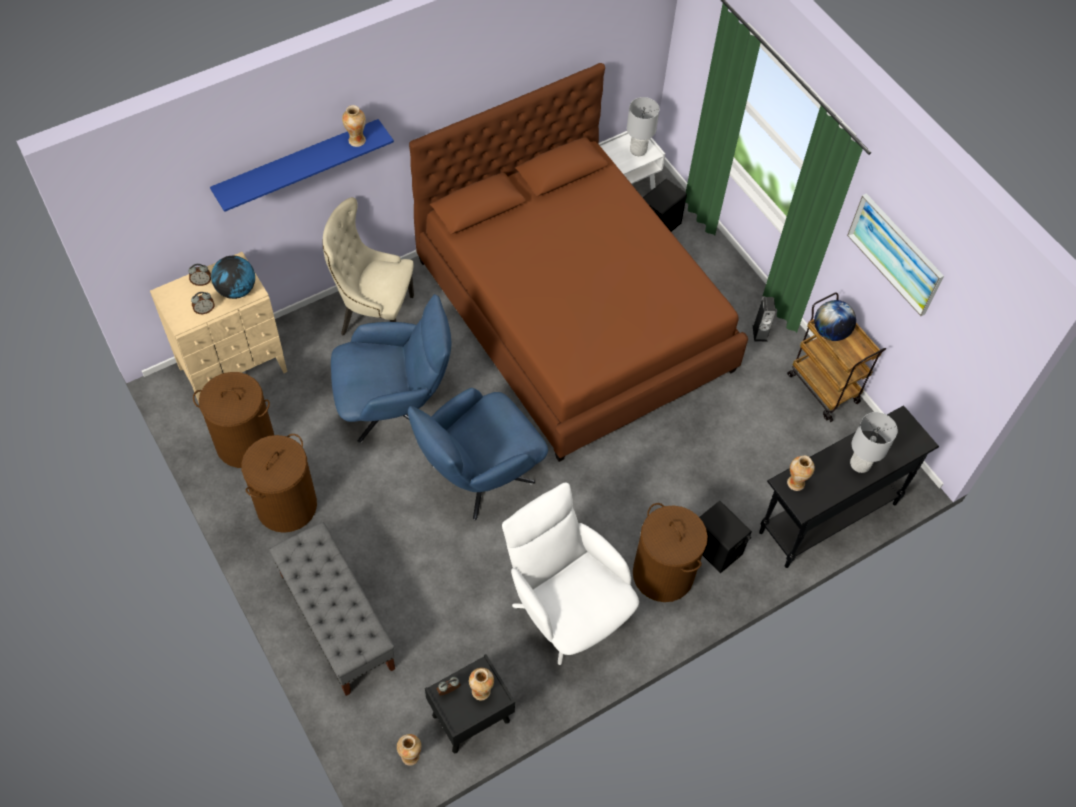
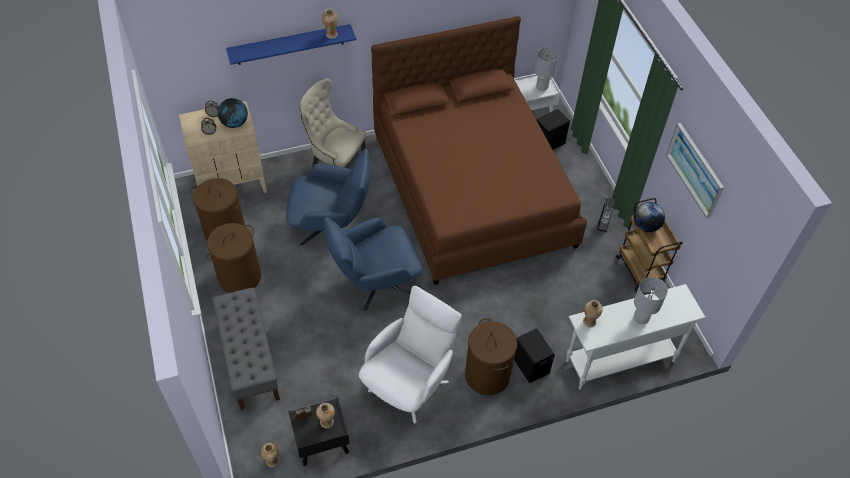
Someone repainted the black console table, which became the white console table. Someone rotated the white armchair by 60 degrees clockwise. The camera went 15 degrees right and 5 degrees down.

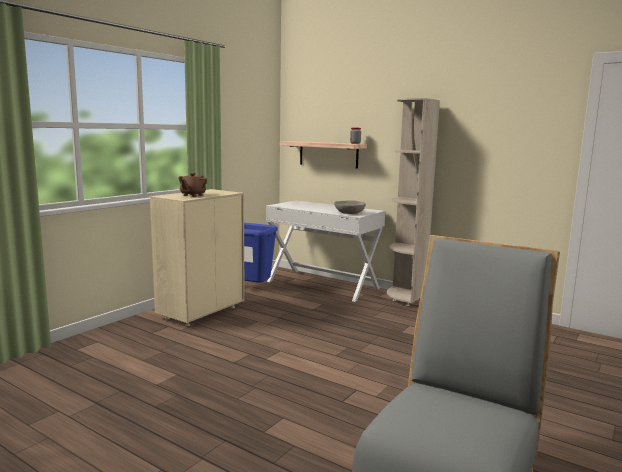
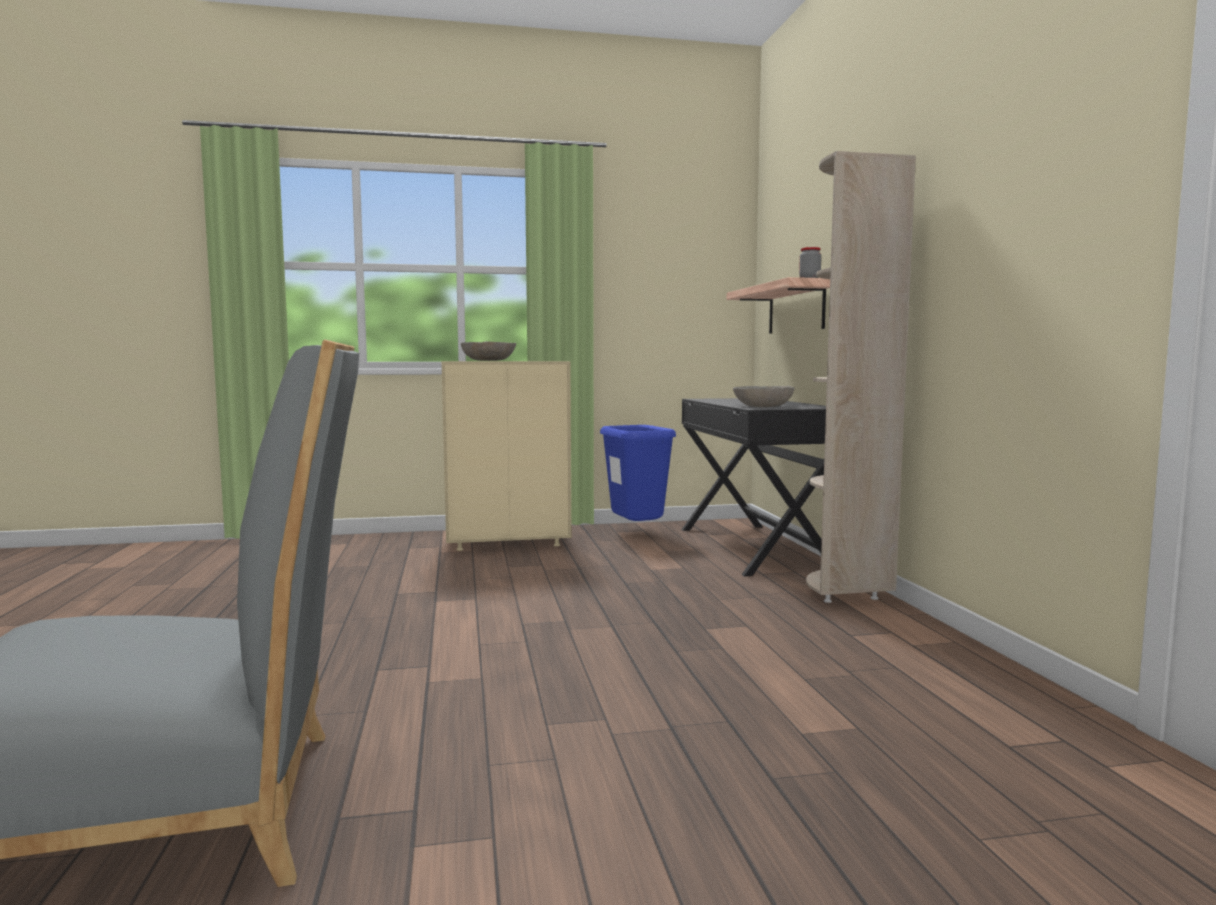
Someone swapped the brown teapot for the grey bowl (1st from left). Someone repainted the white console table, which became the black console table. The camera went 45 degrees right and 5 degrees down.

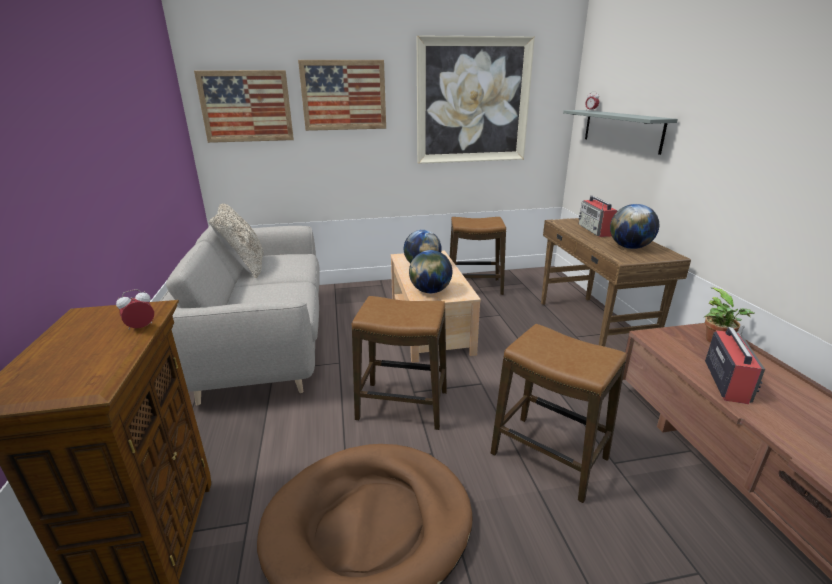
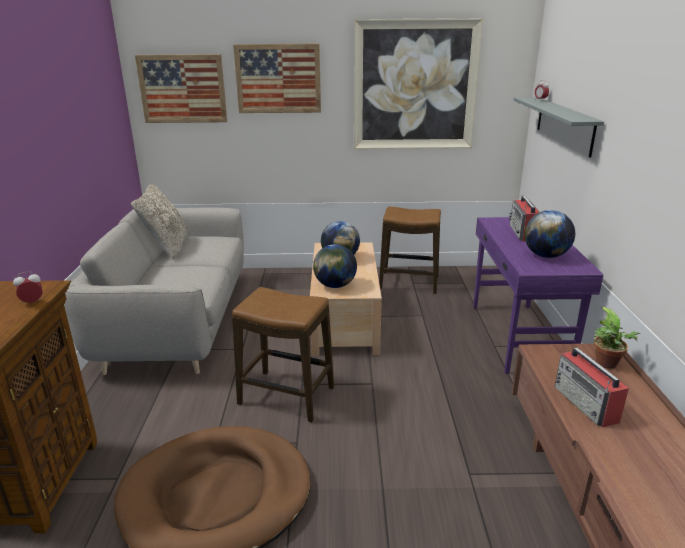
Someone took away the stool (3rd from left). Someone repainted the brown console table, which became the purple console table. Someone rotated the radio (2nd from left) by 135 degrees clockwise. The camera went 10 degrees right and 0 degrees up.

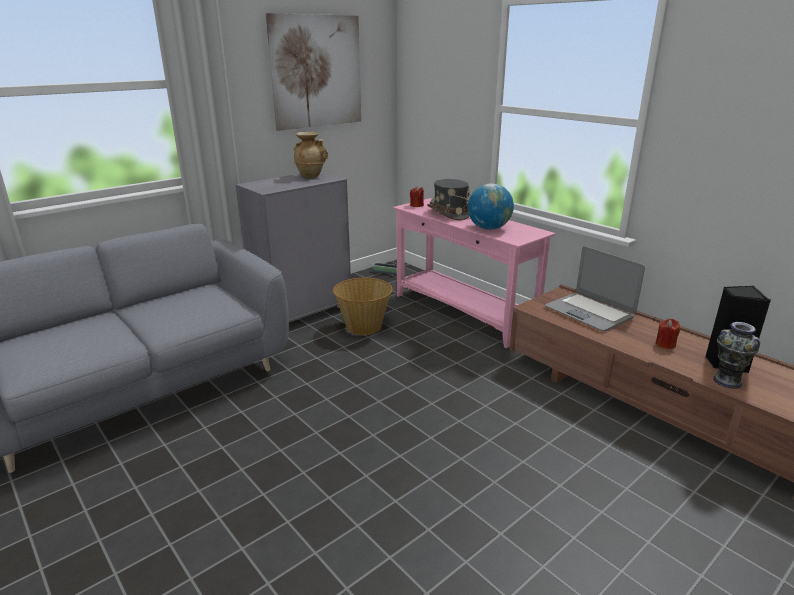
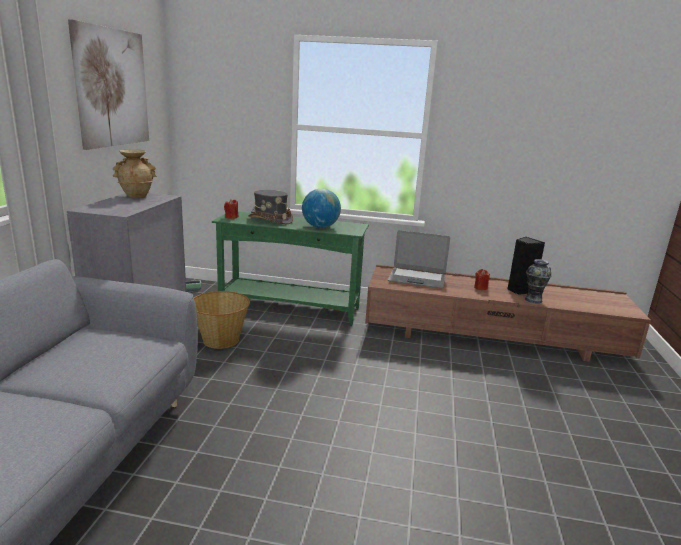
Someone repainted the pink console table, which became the green console table. The camera went 40 degrees left and 5 degrees down.

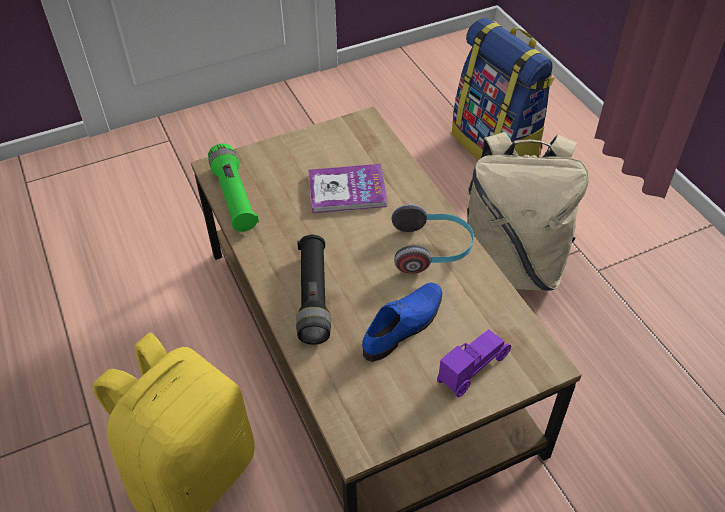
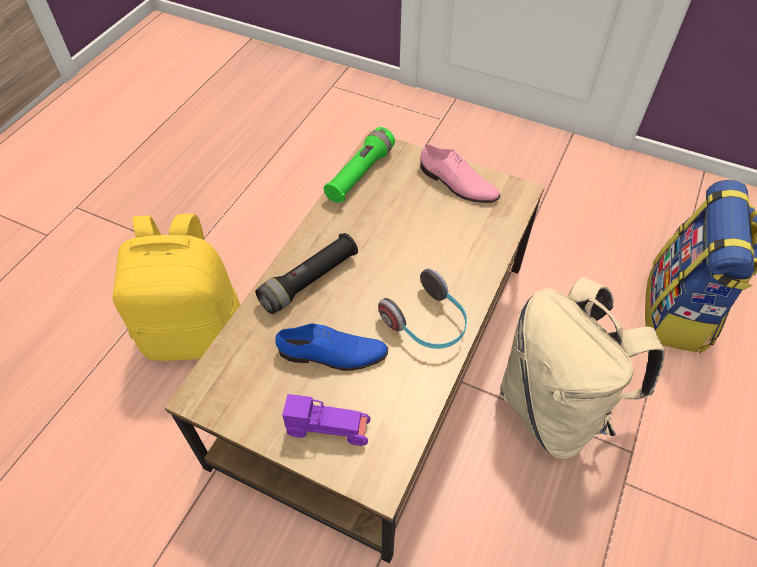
Someone took away the book. Someone put down the pink shoe. The camera went 50 degrees right and 5 degrees up.

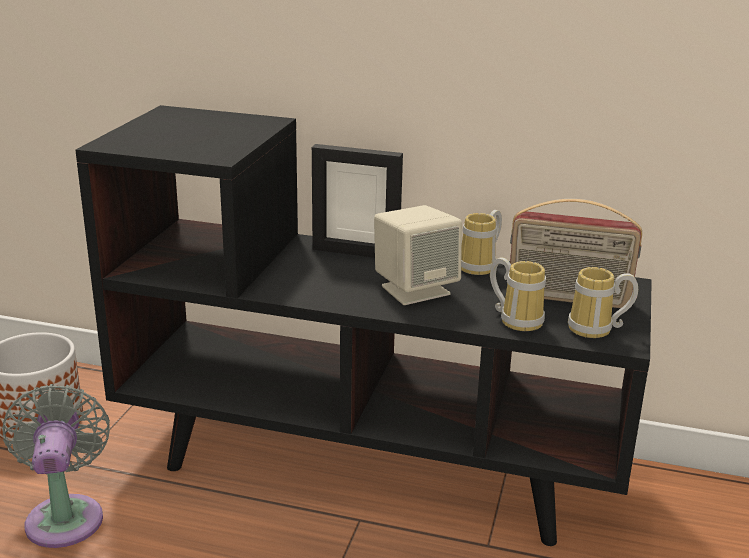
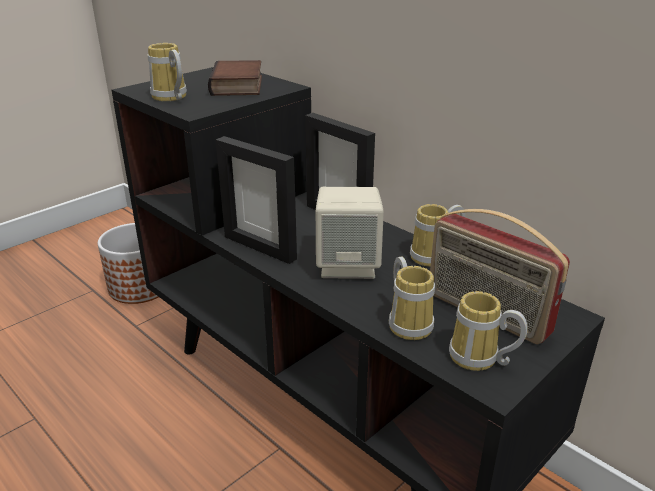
Someone took away the grey fan. Someone put down the mug (1st from left). Someone put down the book. Someone put down the picture frame (1st from left). The camera went 30 degrees right and 5 degrees up.

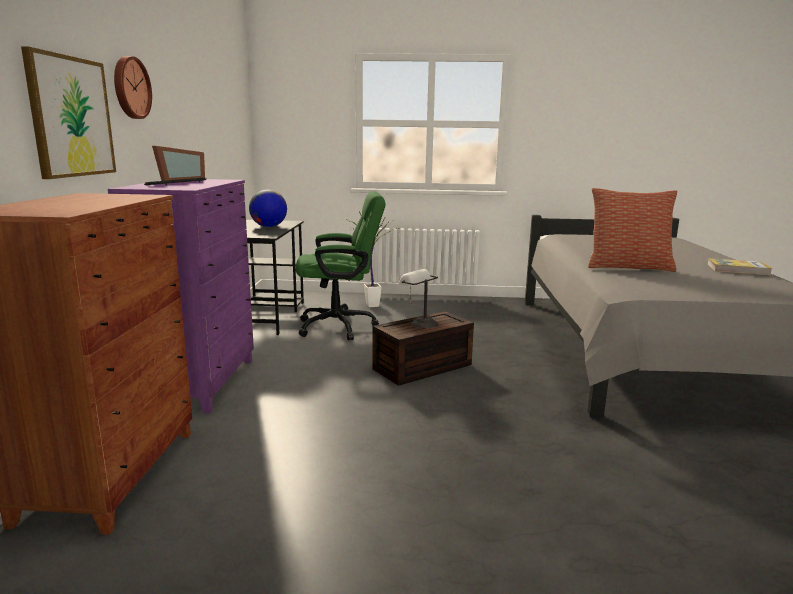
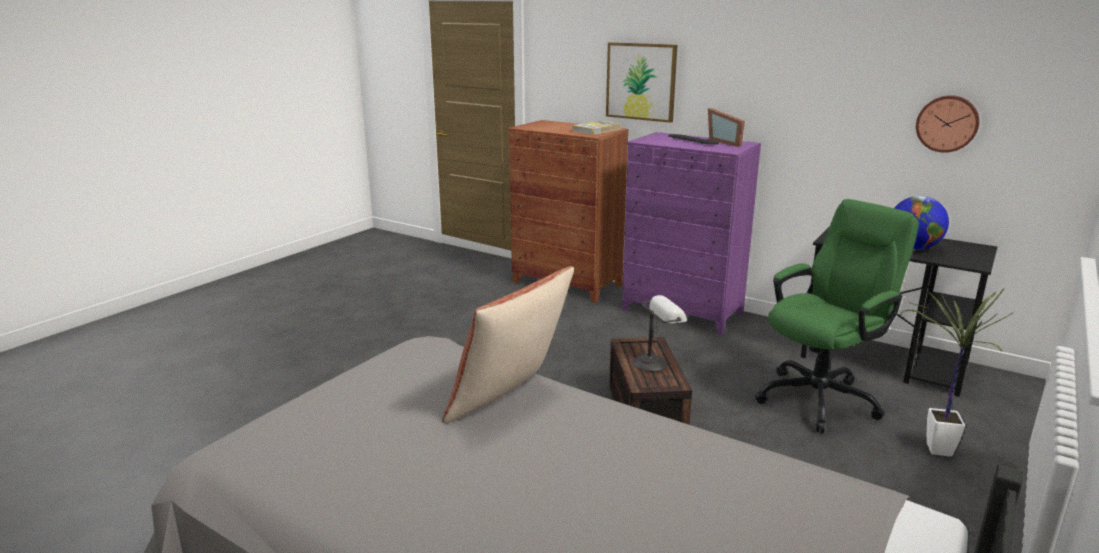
Someone carried the wall clock. Someone carried the book. Someone rotated the green office chair by 150 degrees counterclockwise. The camera went 120 degrees right and 5 degrees up.

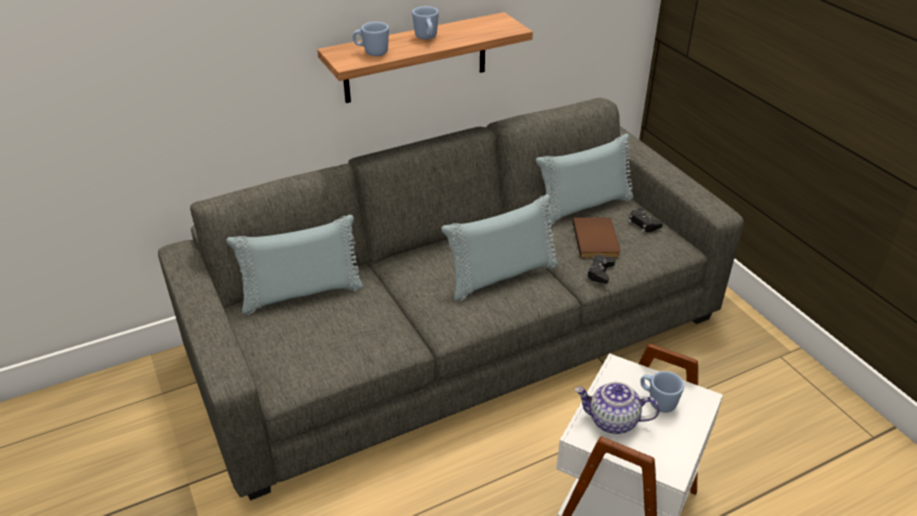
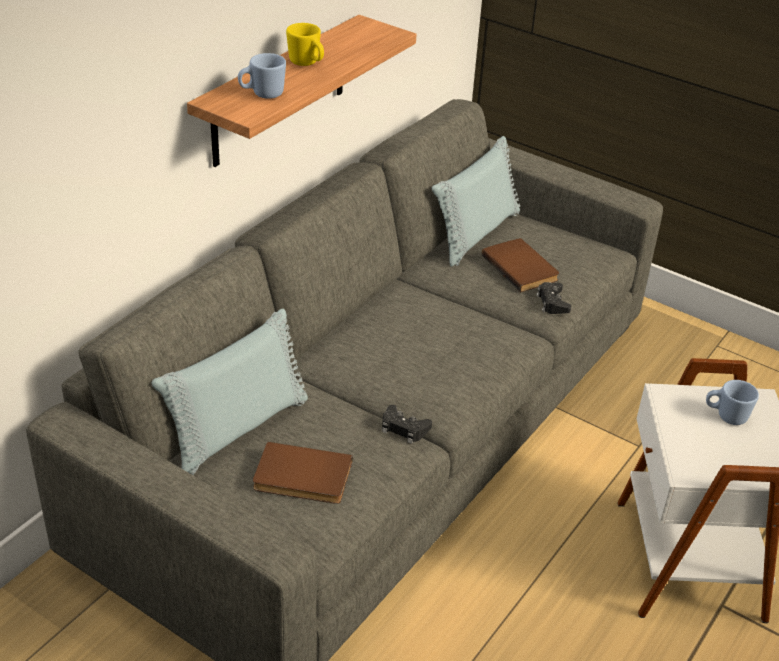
Someone took away the blue pillow (2nd from left). Someone took away the teapot. Someone put down the brown book (1st from left). Someone carried the black game controller (2nd from left in the first image). Someone repainted the blue mug (2nd from left), which became the yellow mug. The camera went 30 degrees left and 0 degrees up.

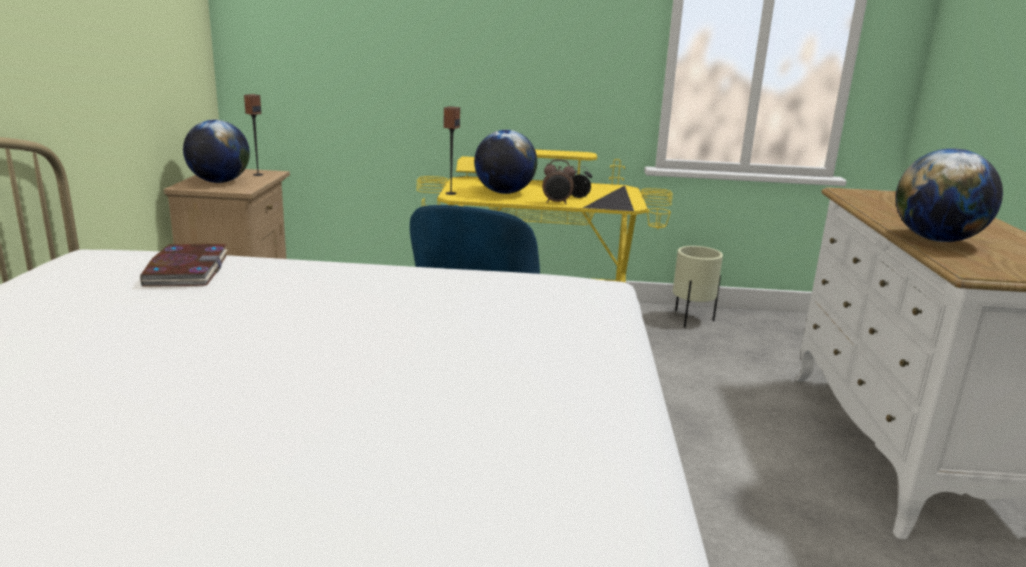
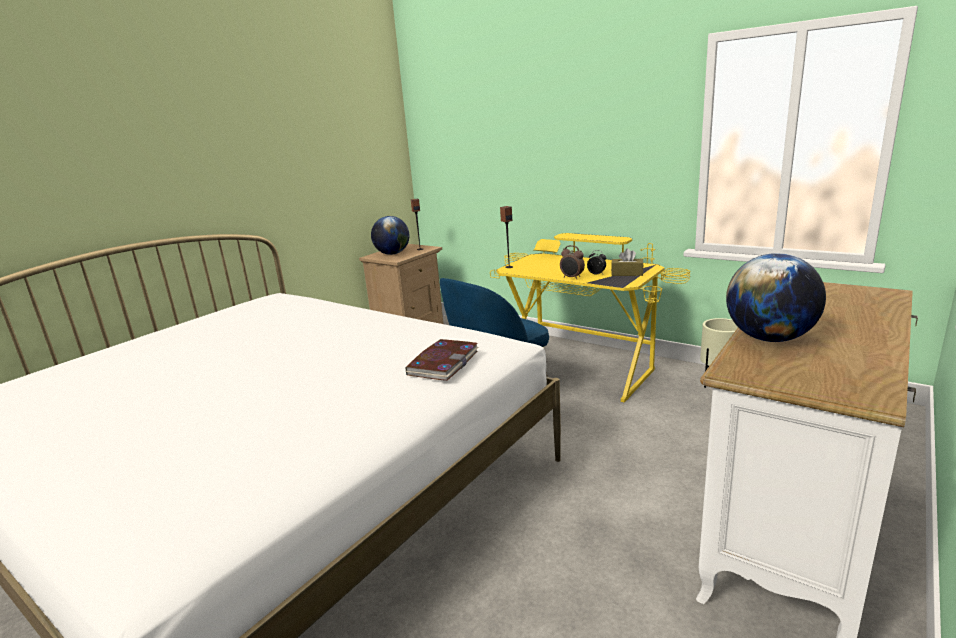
Someone took away the globe (2nd from left). Someone put down the brown tissue box. Someone carried the book. The camera went 35 degrees right and 0 degrees up.

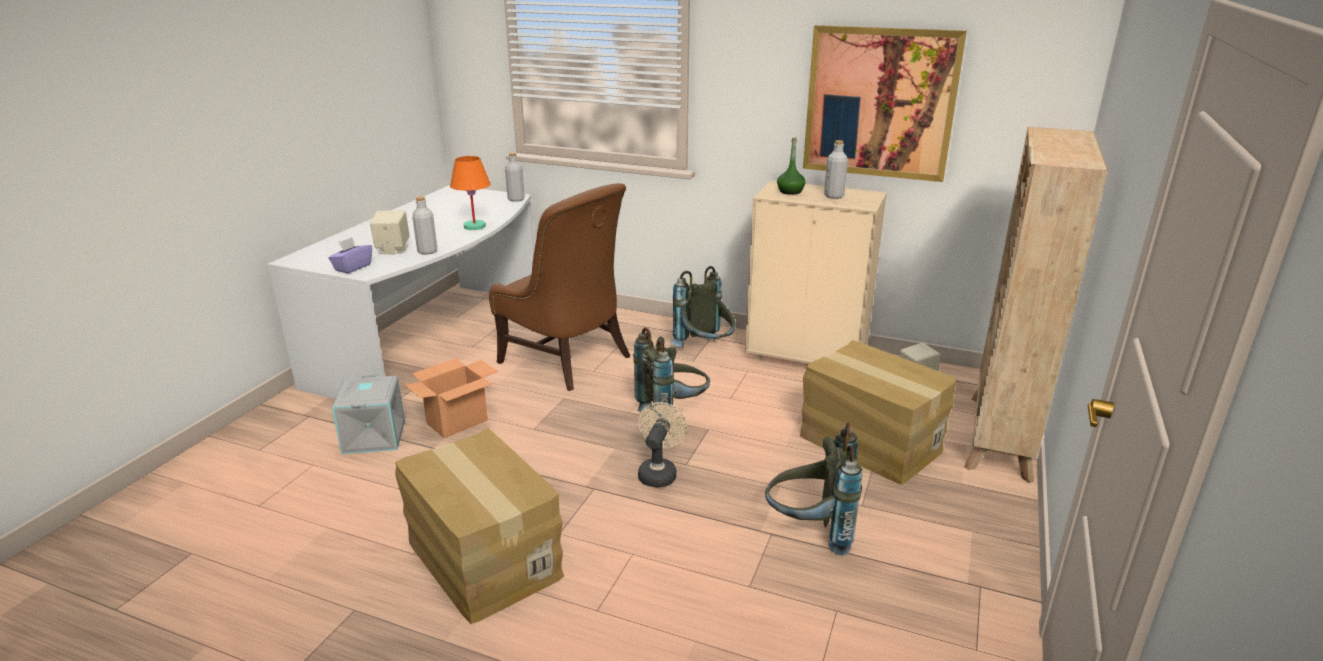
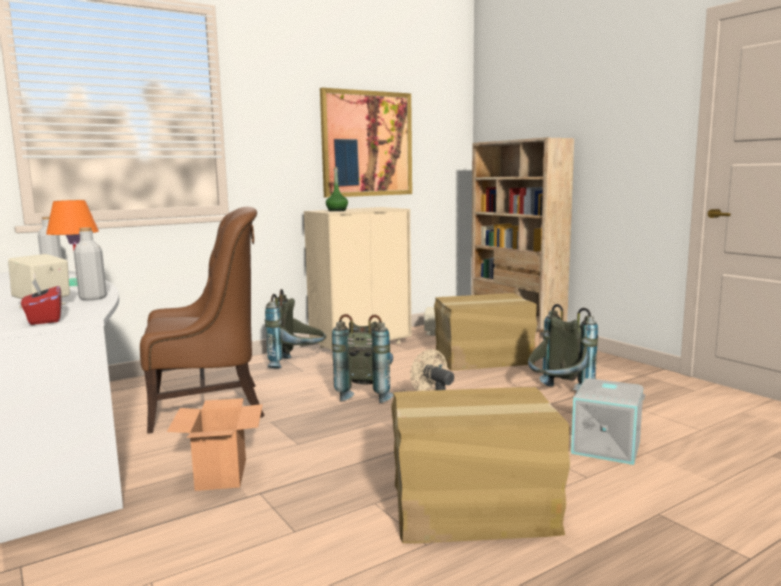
Someone took away the grey bottle (3rd from left). Someone carried the grey storage box. Someone repainted the purple tissue box, which became the red tissue box. The camera went 55 degrees left and 15 degrees down.

